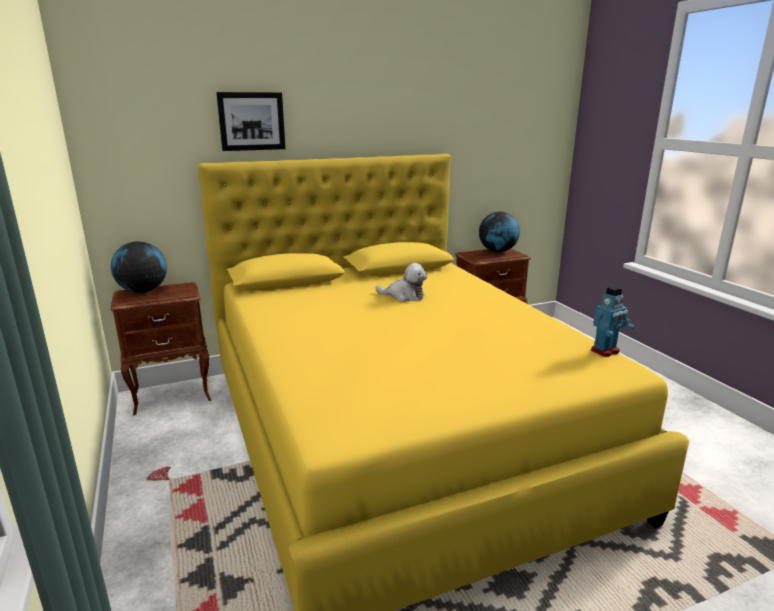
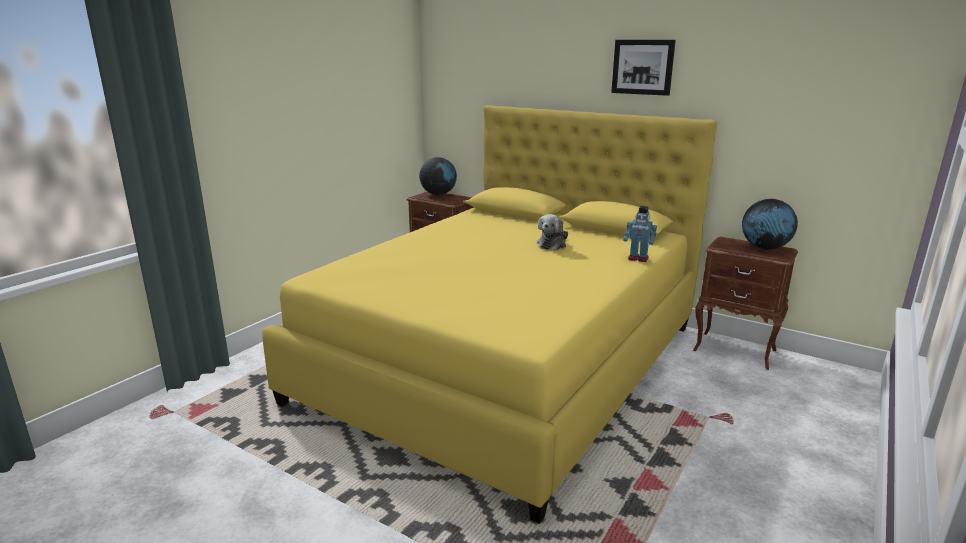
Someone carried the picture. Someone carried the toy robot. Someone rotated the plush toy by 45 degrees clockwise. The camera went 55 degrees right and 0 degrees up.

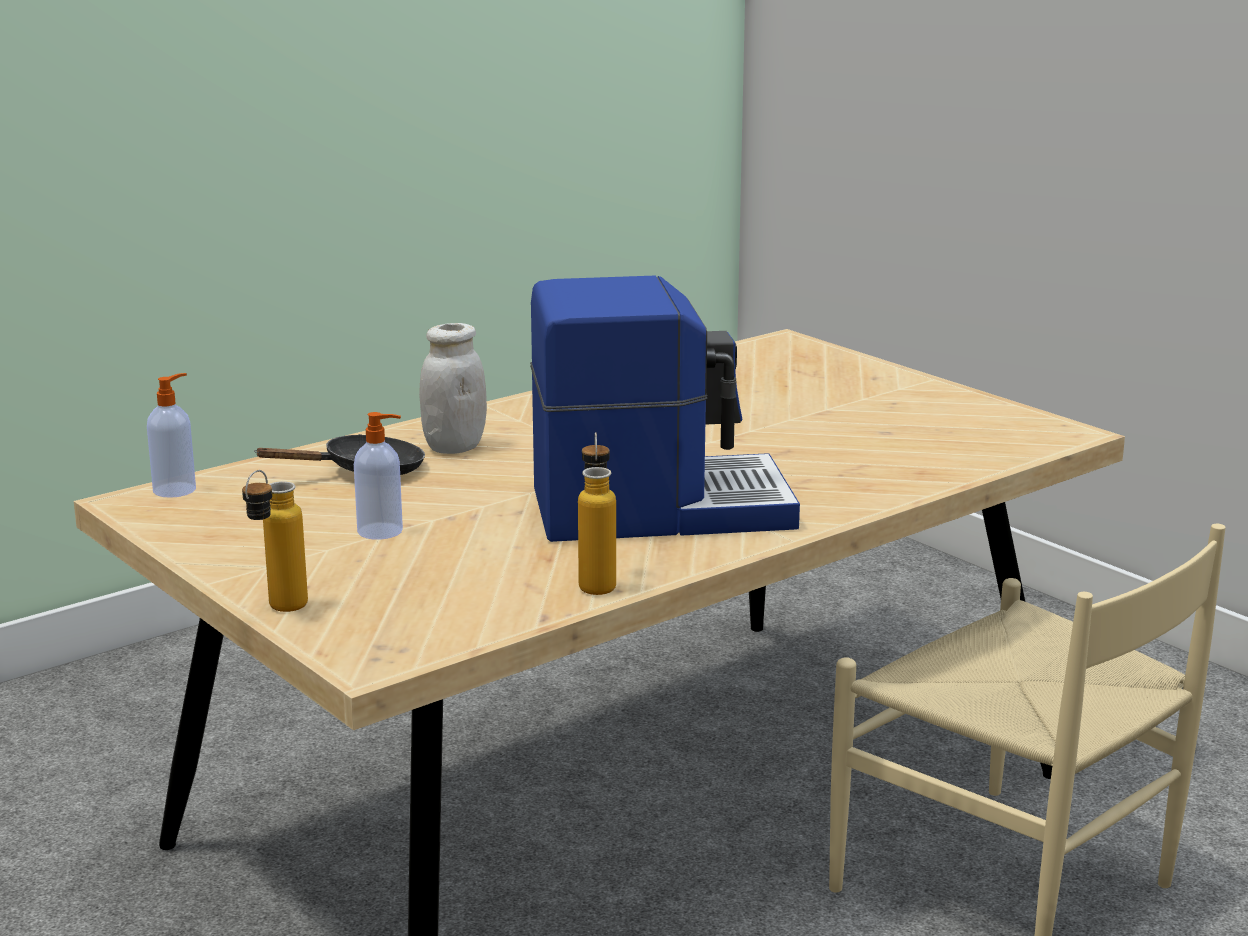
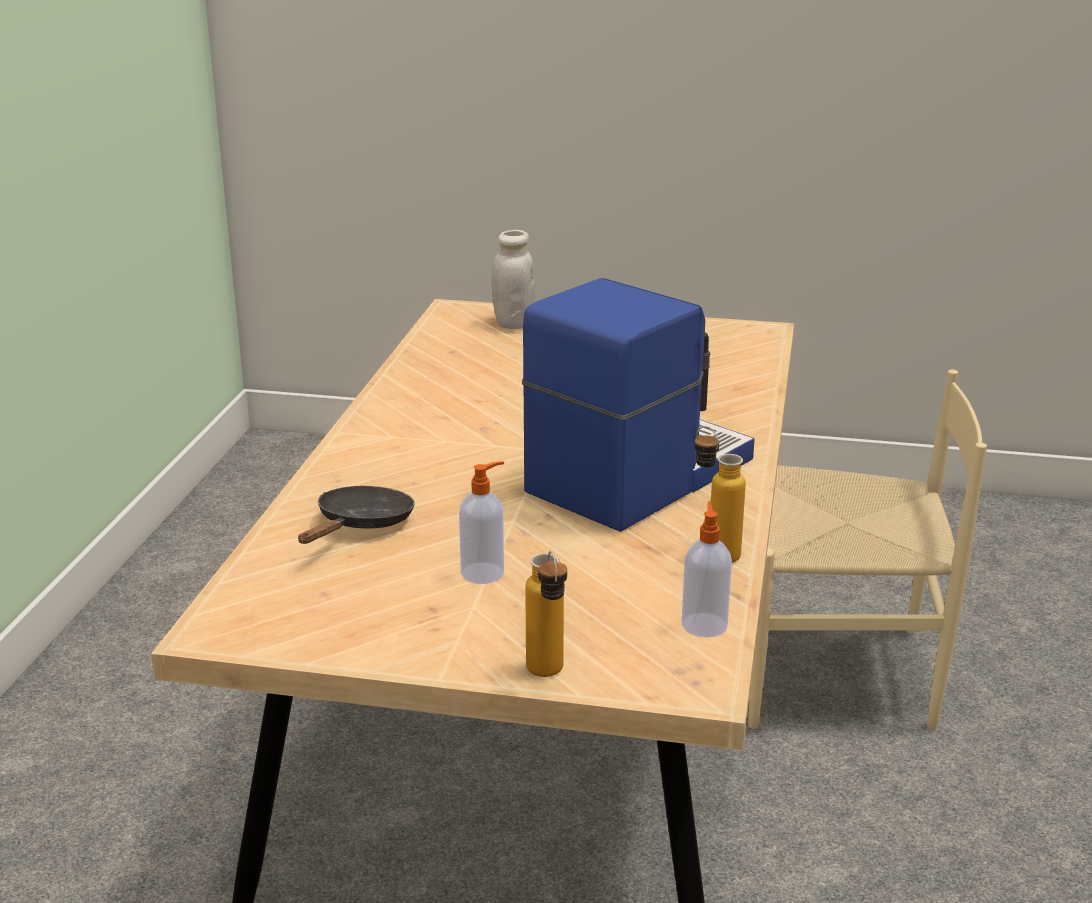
Someone carried the soap dispenser (1st from left in the first image). Someone carried the white jar. The camera went 40 degrees left and 5 degrees up.

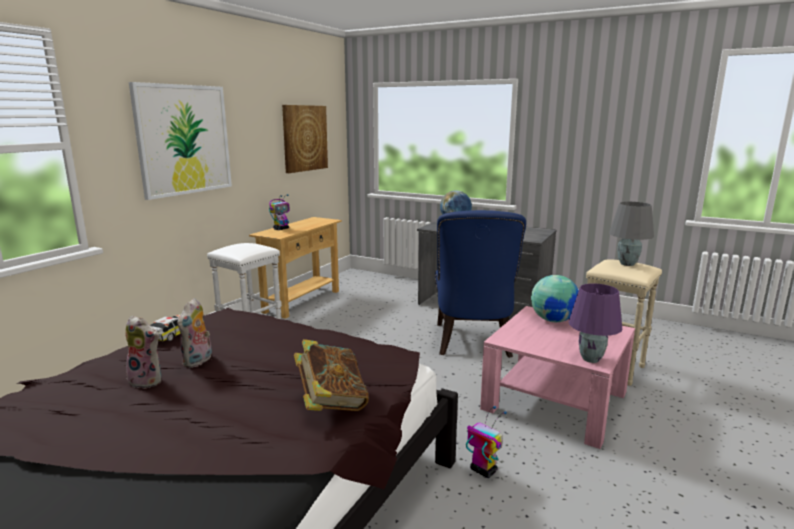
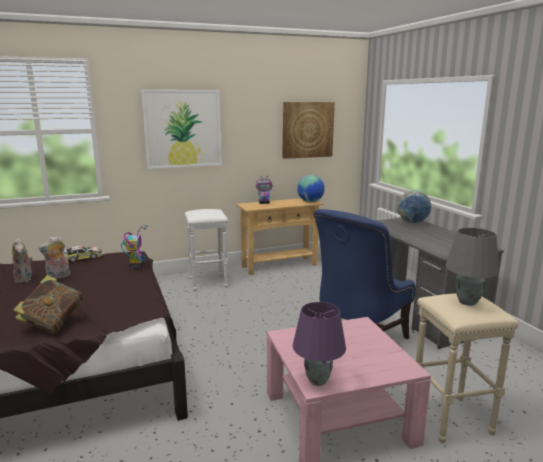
Someone carried the toy robot (2nd from left in the first image). Someone carried the globe (2nd from left in the first image). The camera went 40 degrees right and 0 degrees up.

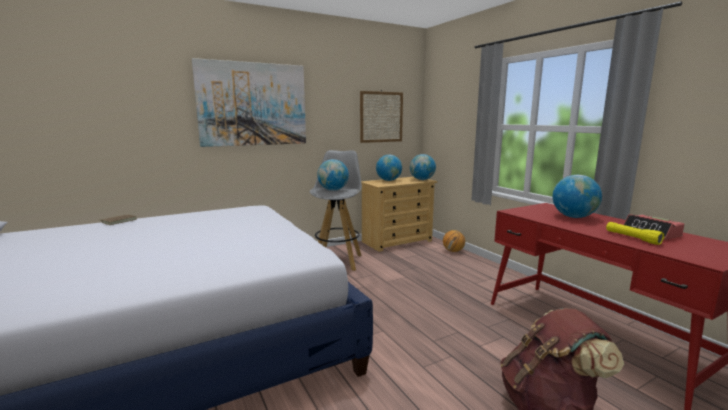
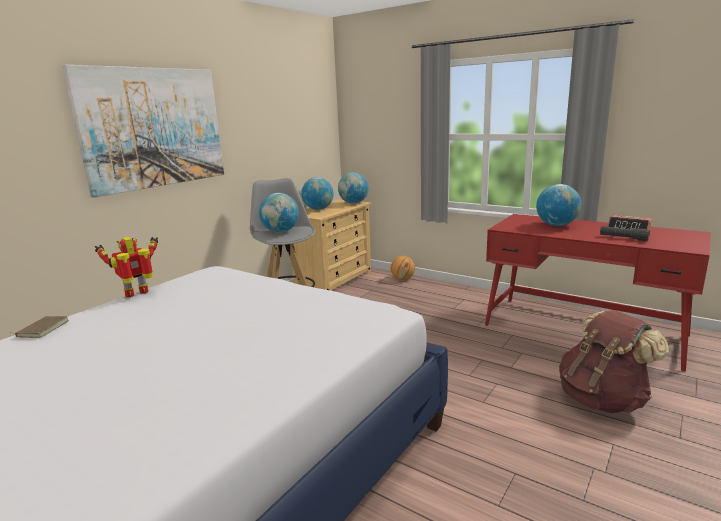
Someone took away the picture (2nd from left). Someone put down the toy robot. Someone repainted the yellow flashlight, which became the black flashlight. The camera went 25 degrees left and 5 degrees up.

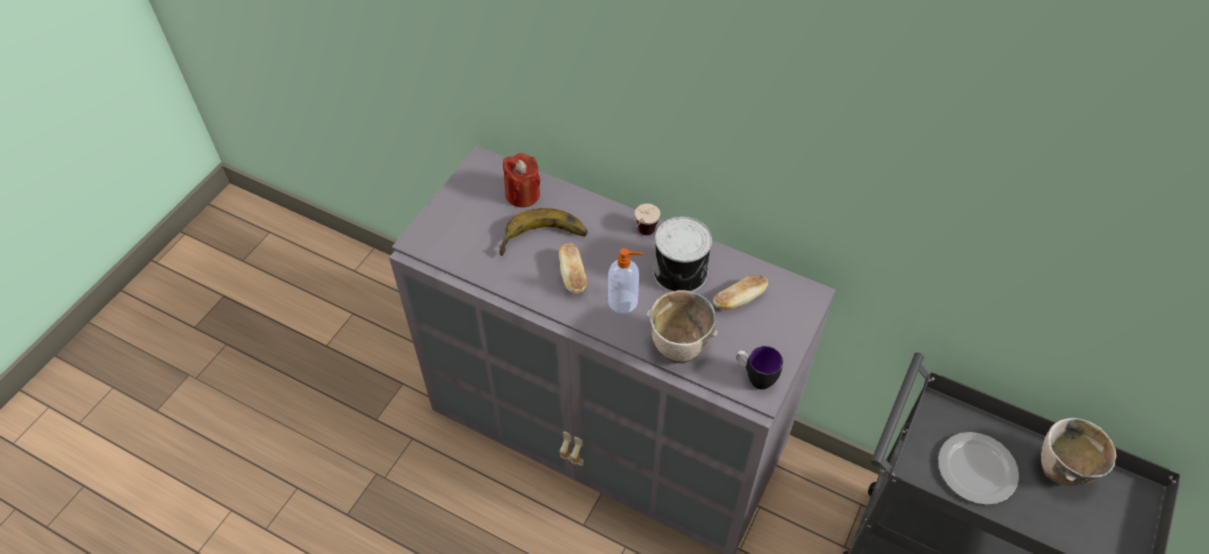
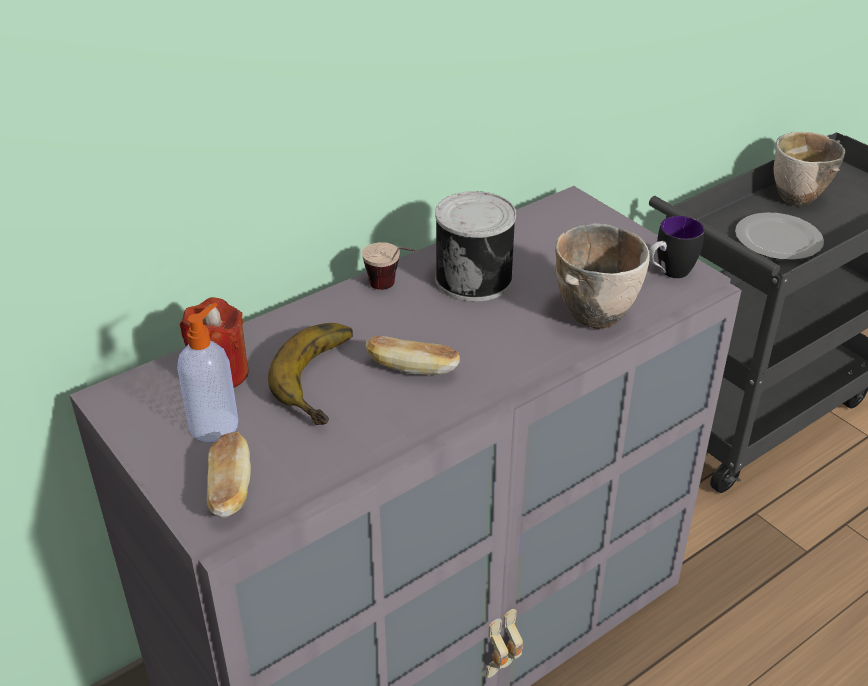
Someone carried the soap dispenser. Someone carried the bread (2nd from left in the first image). The camera went 65 degrees left and 15 degrees down.

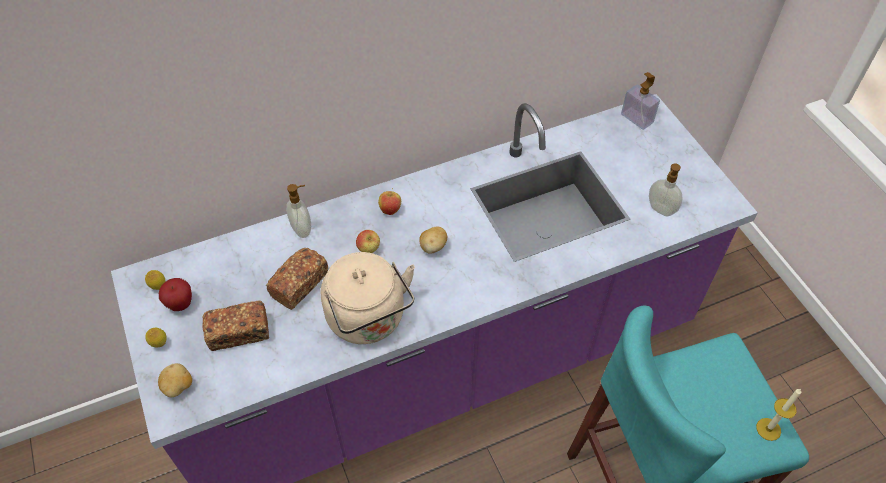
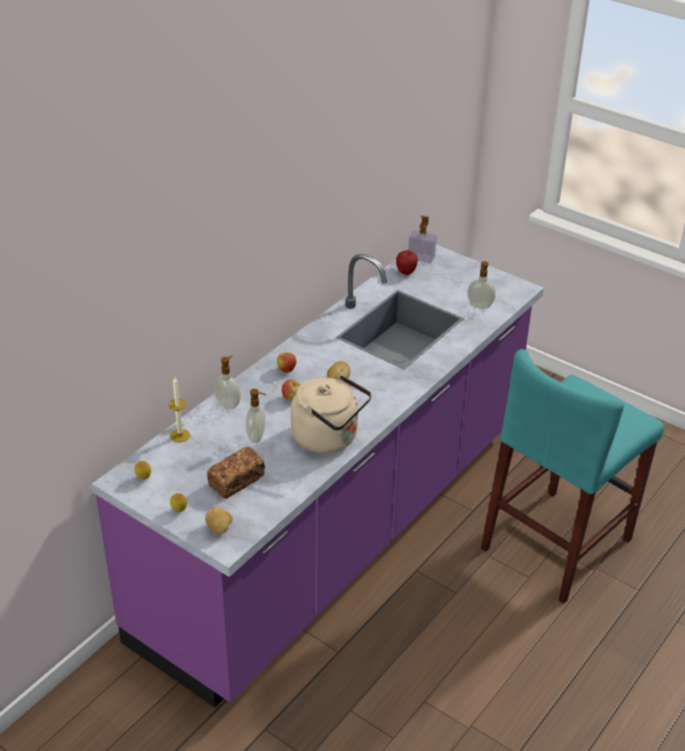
Someone carried the apple (1st from left in the first image). Someone carried the candle. Someone swapped the bread (2nd from left) for the soap dispenser (2nd from left). The camera went 30 degrees left and 15 degrees down.

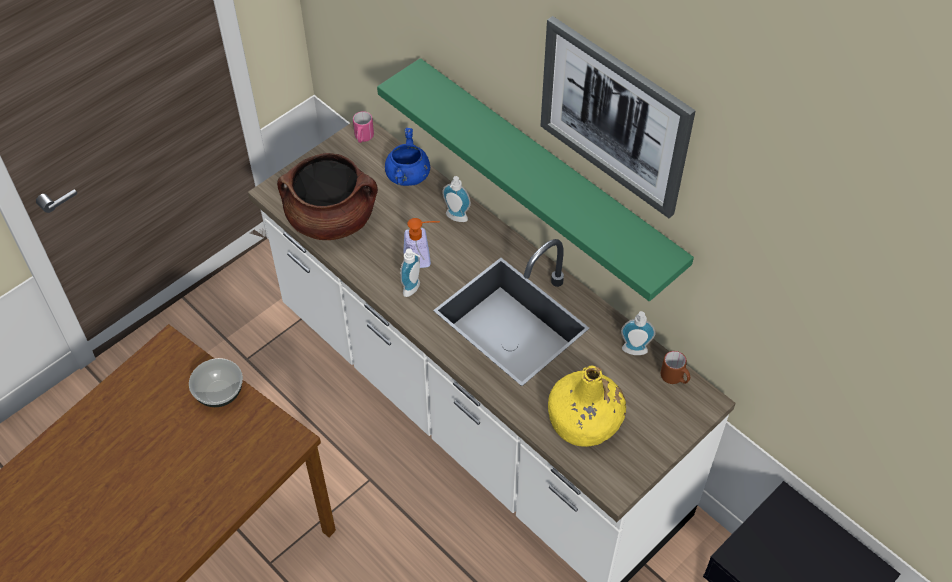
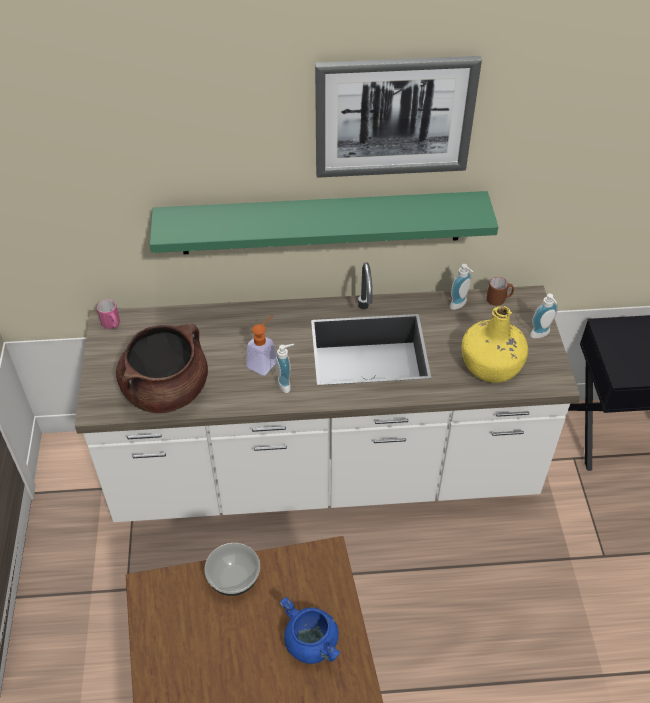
Someone carried the blue cooking pot. Someone carried the soap dispenser (3rd from left in the first image). The camera went 50 degrees left and 5 degrees down.

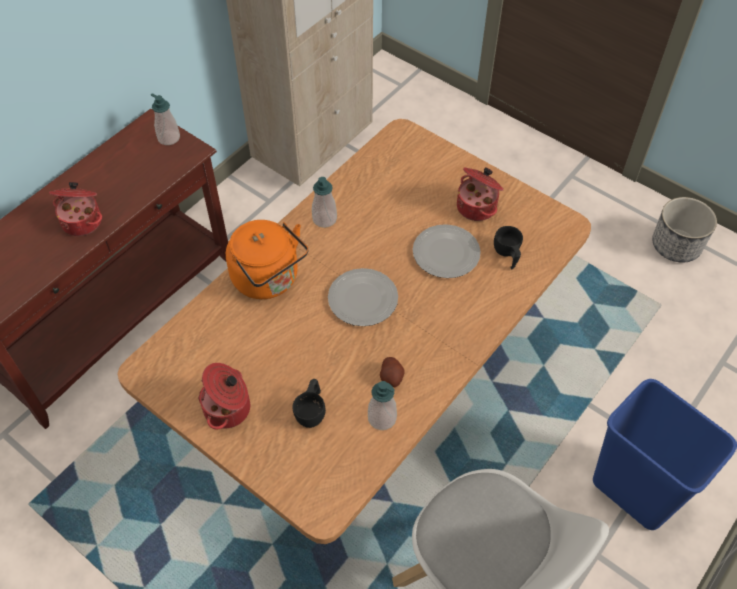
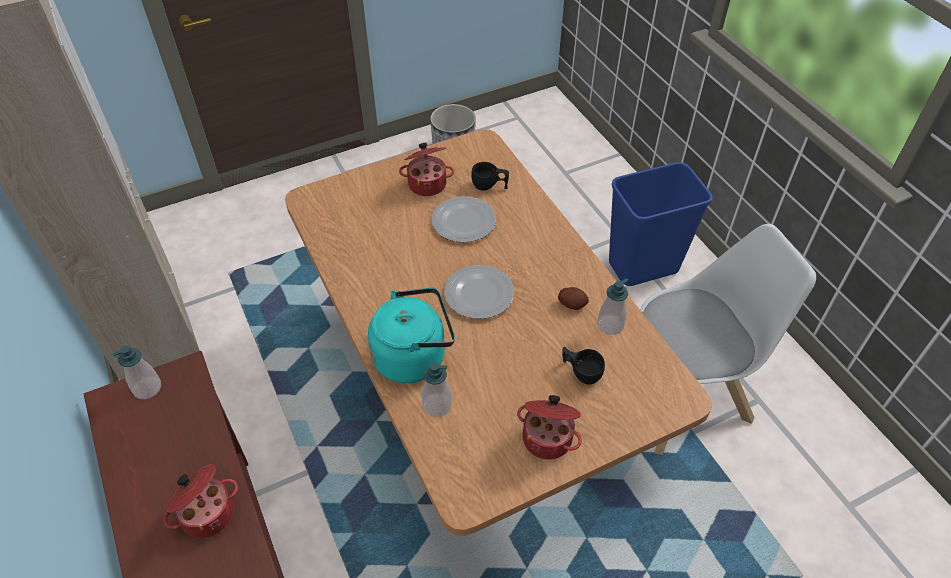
Someone carried the soap dispenser (2nd from left). Someone repainted the orange kettle, which became the turquoise kettle. The camera went 65 degrees left and 5 degrees down.

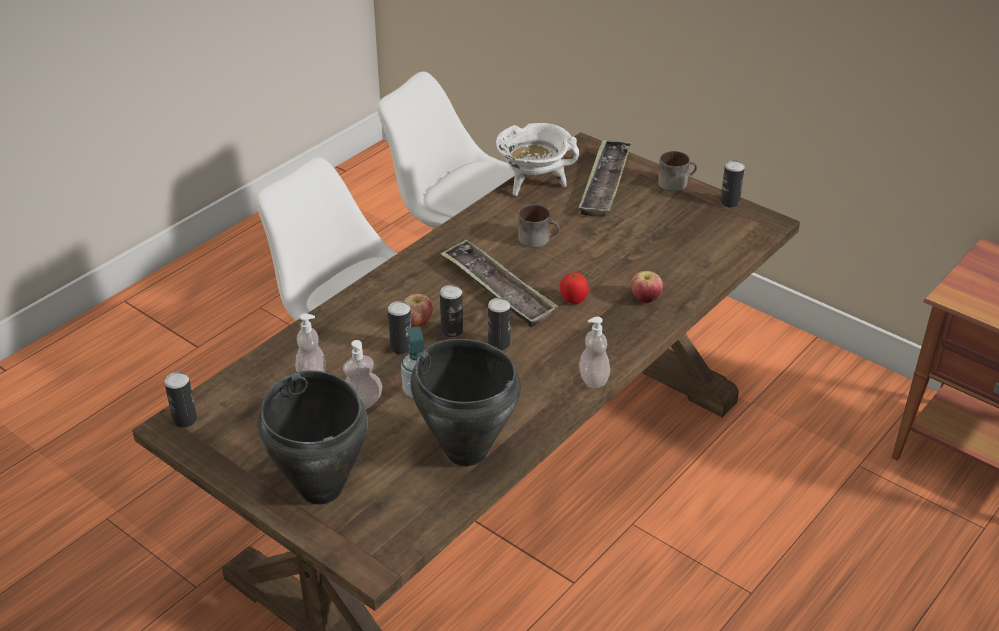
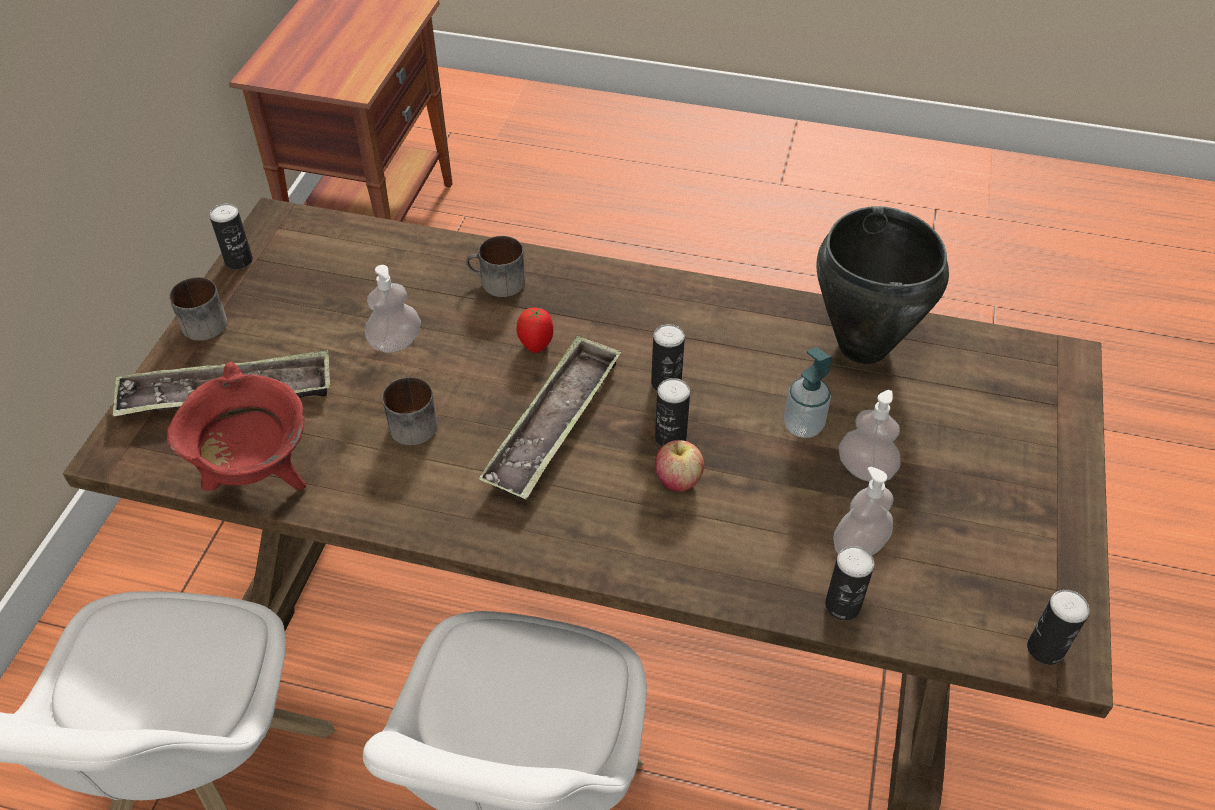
Someone took away the black cooking pot (1st from left). Someone carried the can (2nd from left in the first image). Someone carried the soap dispenser (4th from left in the first image). Someone swapped the apple (2nd from left) for the mug (3rd from left). Someone repainted the white cooking pot, which became the red cooking pot. The camera went 115 degrees left and 10 degrees up.

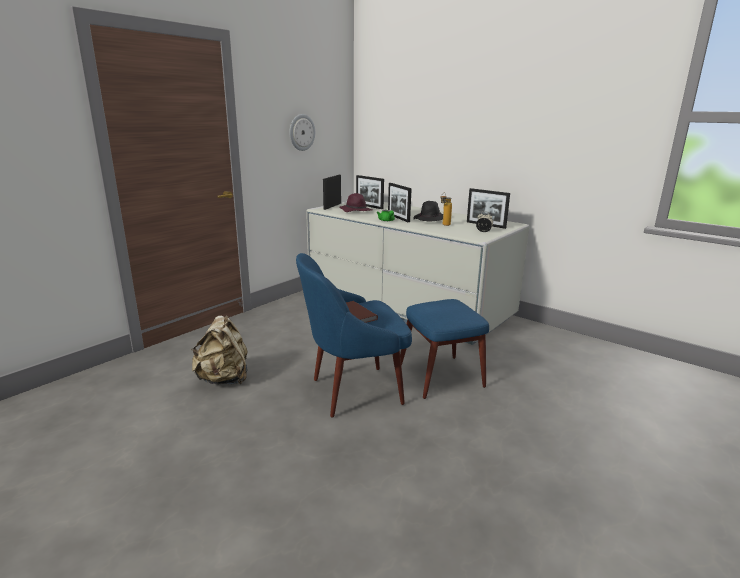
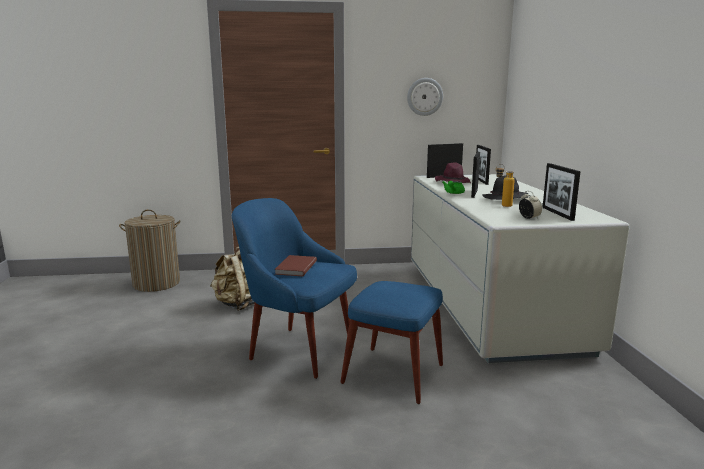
Someone put down the laundry basket. The camera went 45 degrees right and 5 degrees down.

